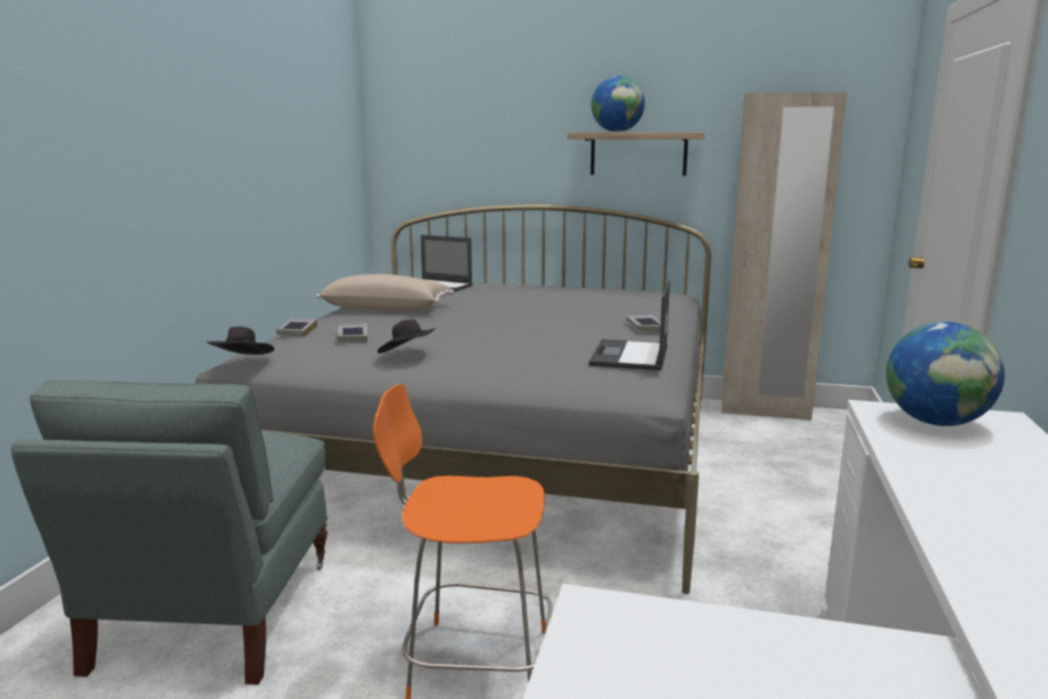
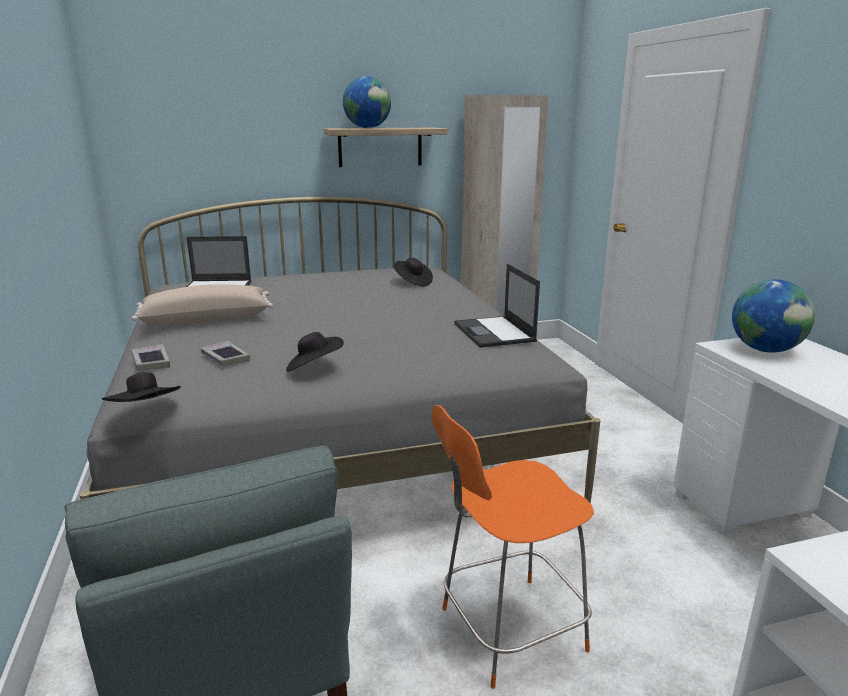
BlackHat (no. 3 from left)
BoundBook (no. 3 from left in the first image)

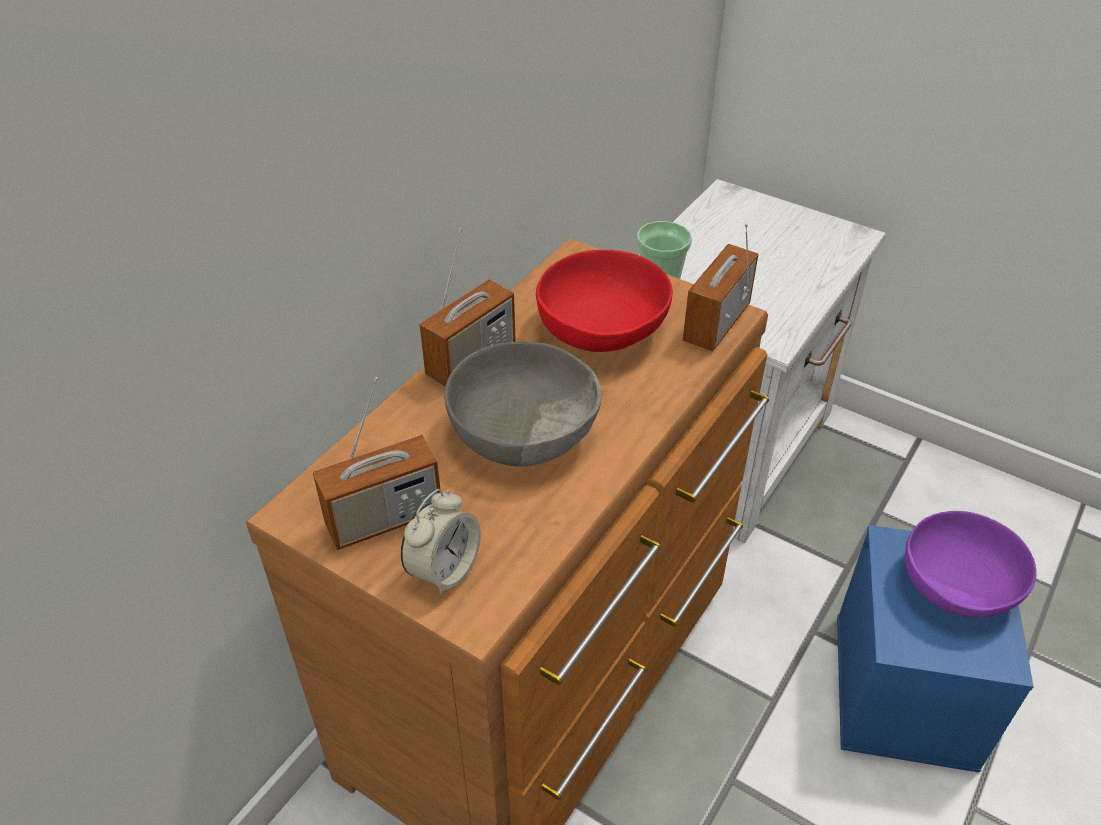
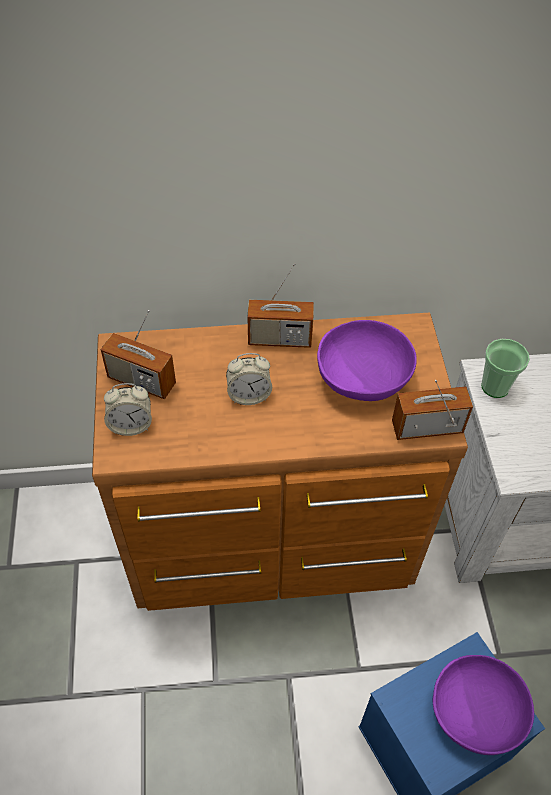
BedsideClock (no. 2 from left)
PurpleColouredBowl (no. 1 from left)

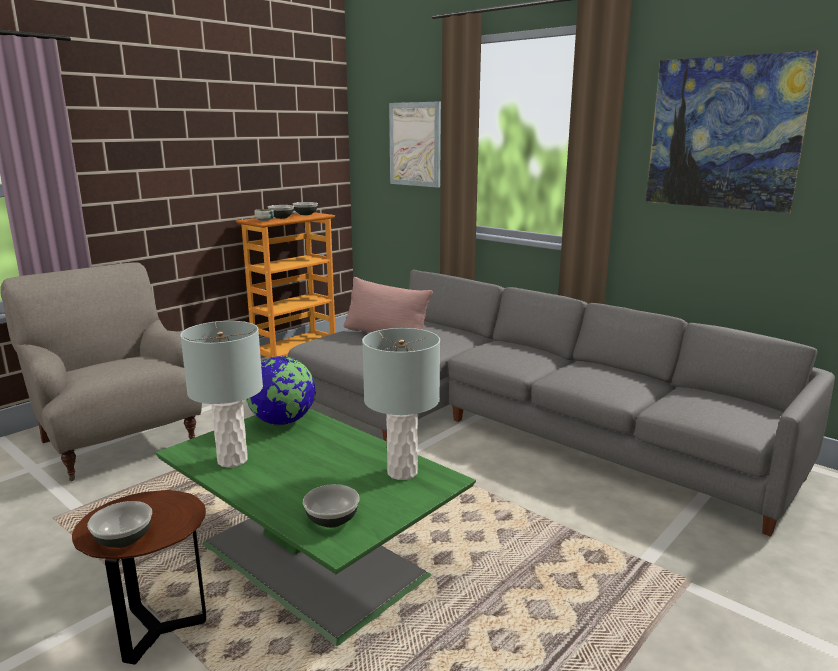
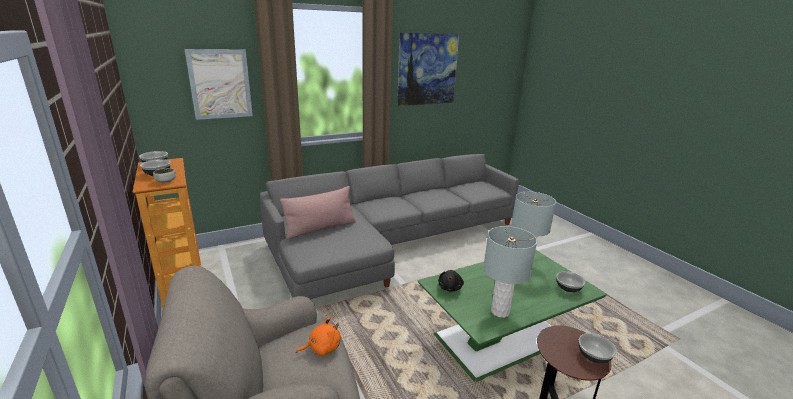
OrangeColouredPlushToy
BlackPlushToy

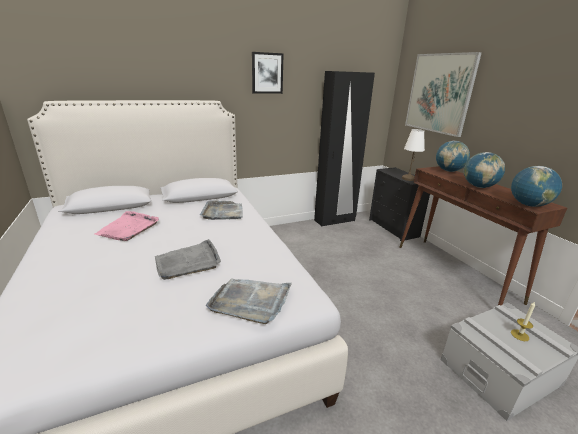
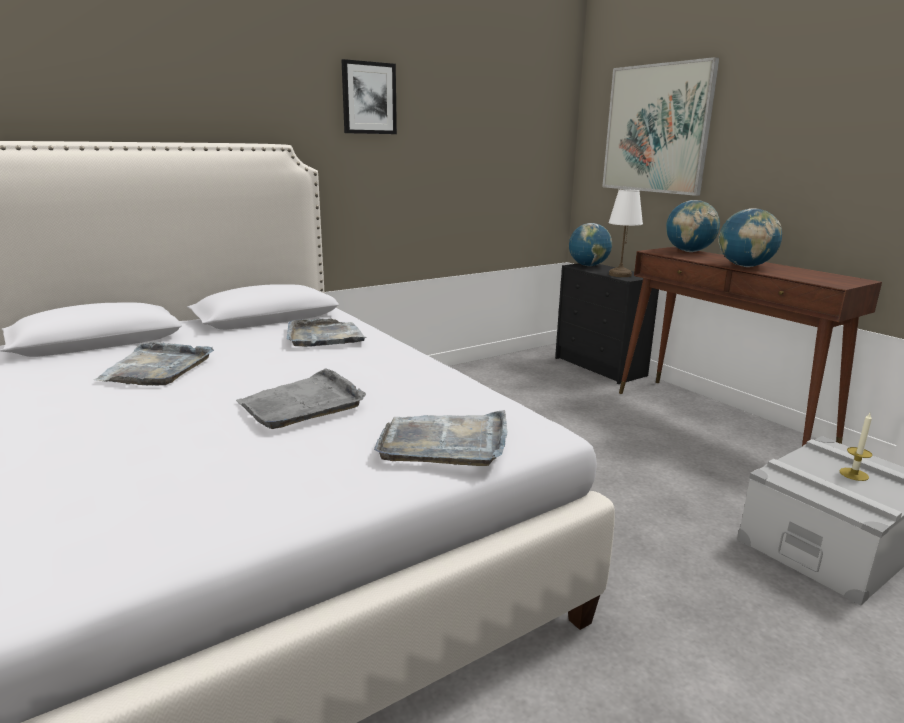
GrayTray (no. 1 from left)
DeskGlobe (no. 1 from left)
BlackWardrobe

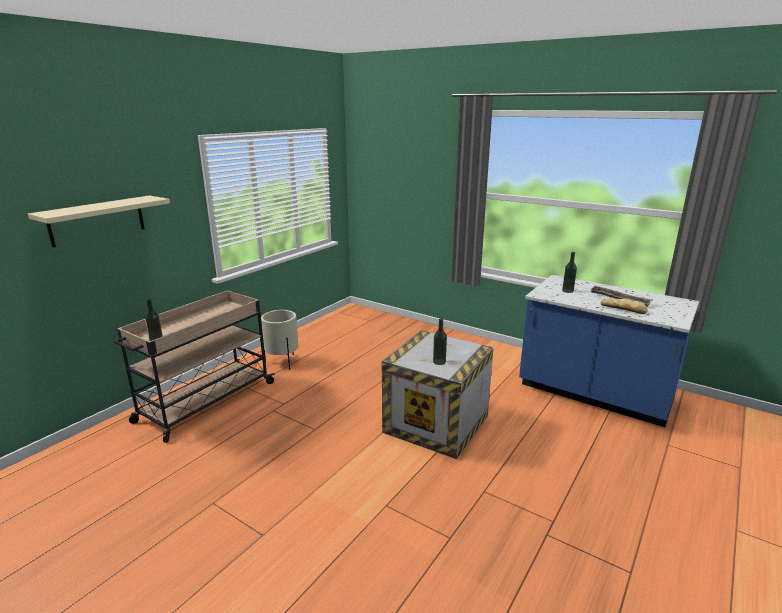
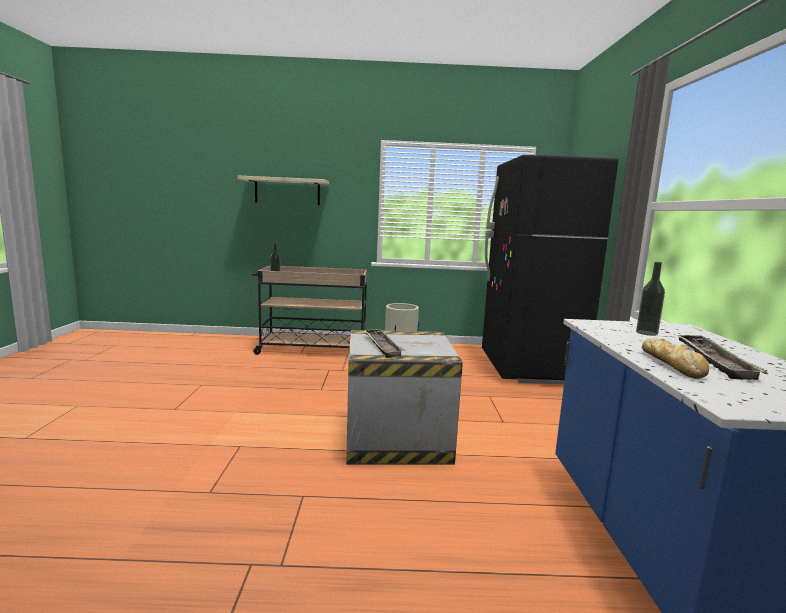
Tray (no. 1 from left)
BlackFridge

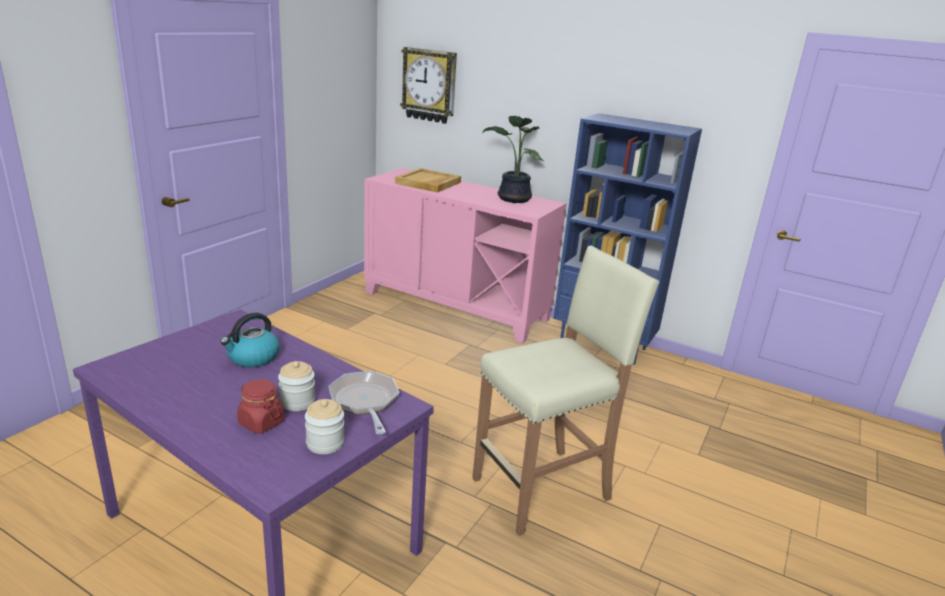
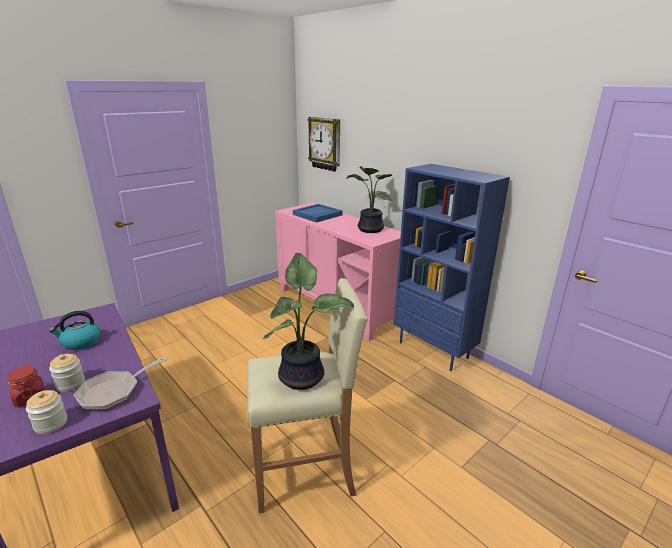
Skillet
PlantInAPot (no. 1 from left)
BlueTray

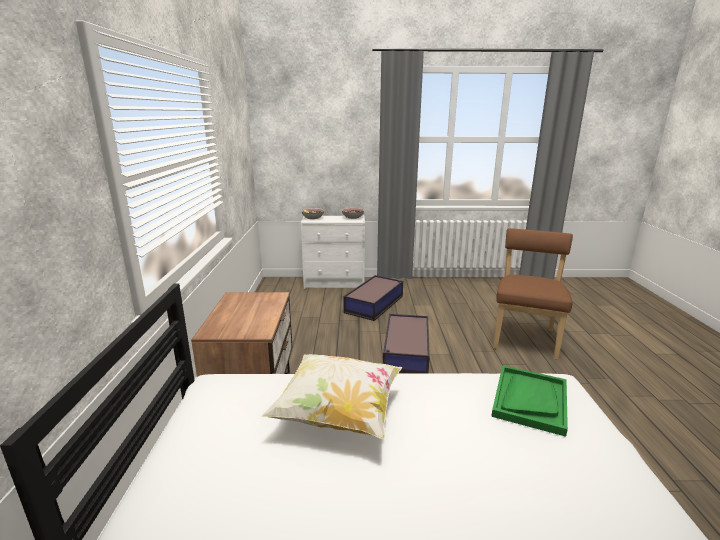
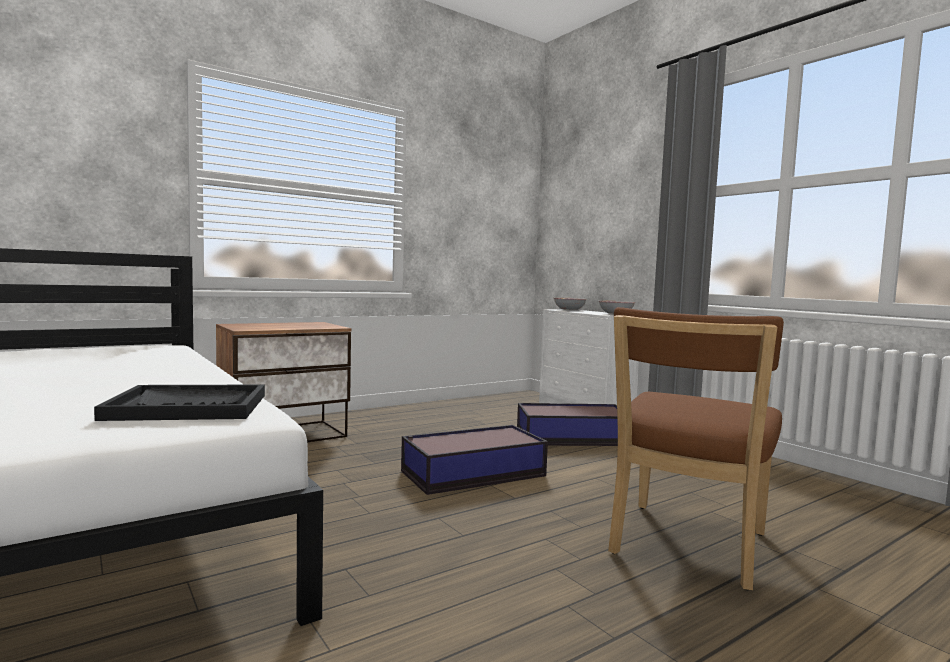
BlackTray
BrownishPlainChair
Cushion

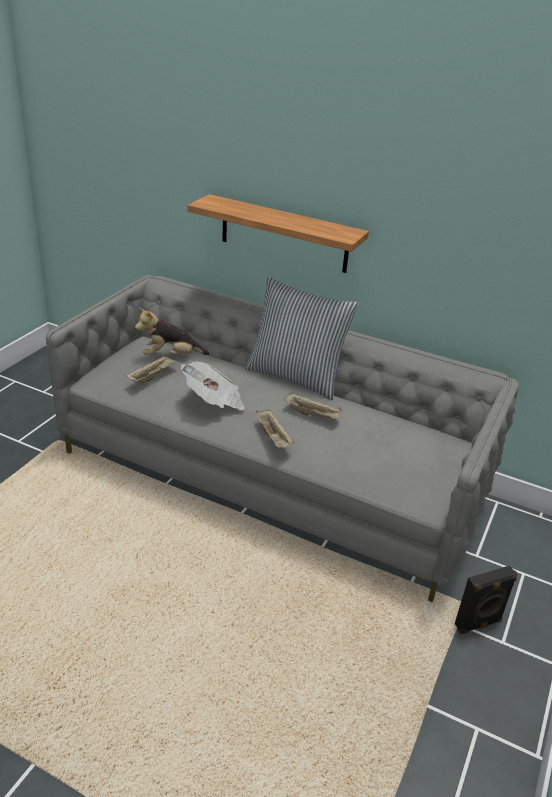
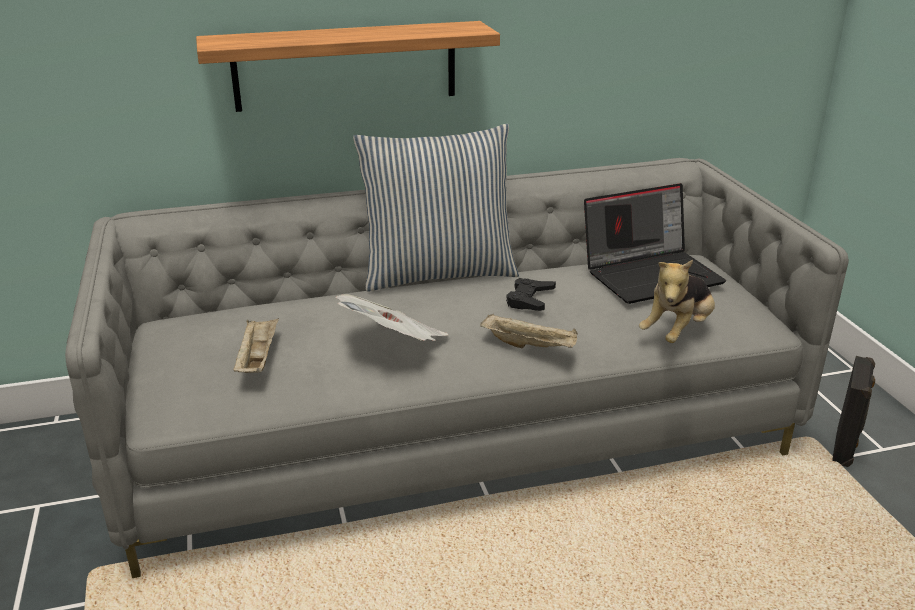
BlackJoypad
NotebookComputer
PlushToy

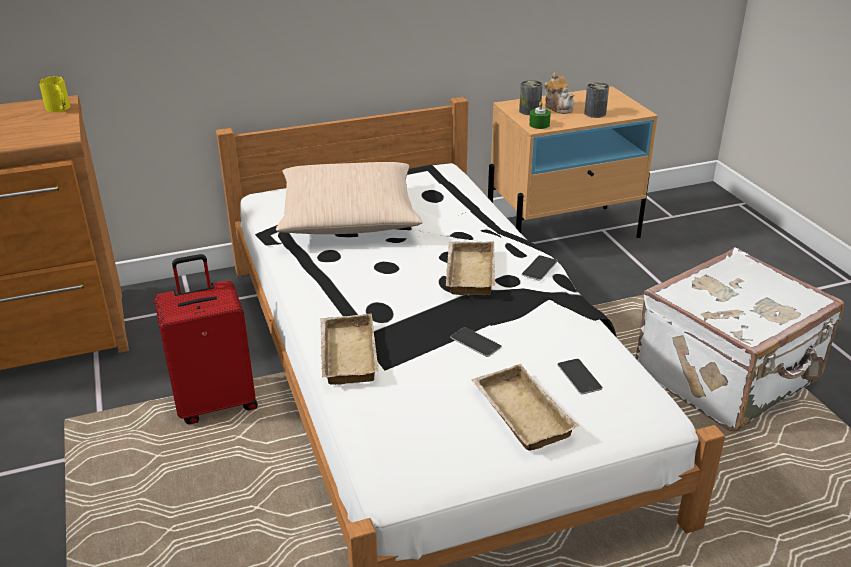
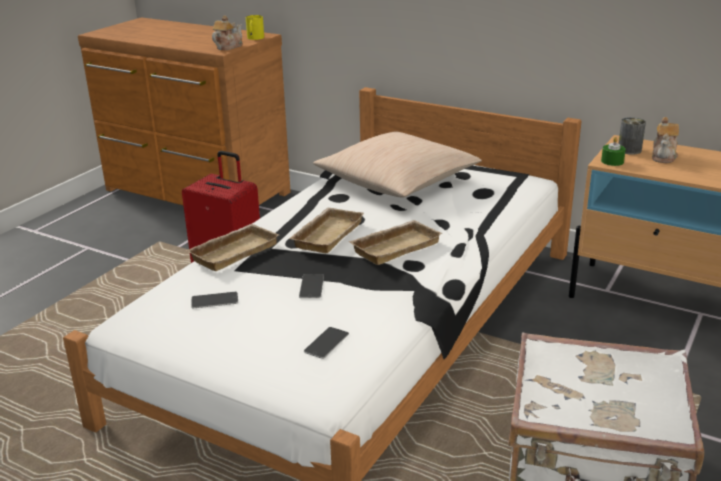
Phone (no. 1 from left)
PotForTea (no. 1 from left)
SandColouredTray (no. 2 from left)
SealedCan (no. 2 from left in the first image)

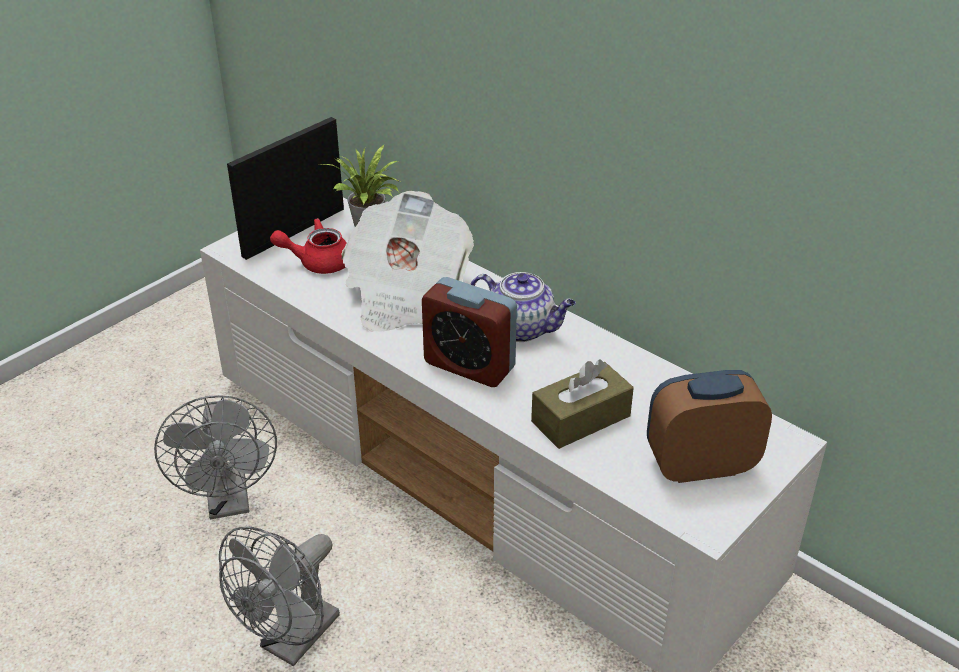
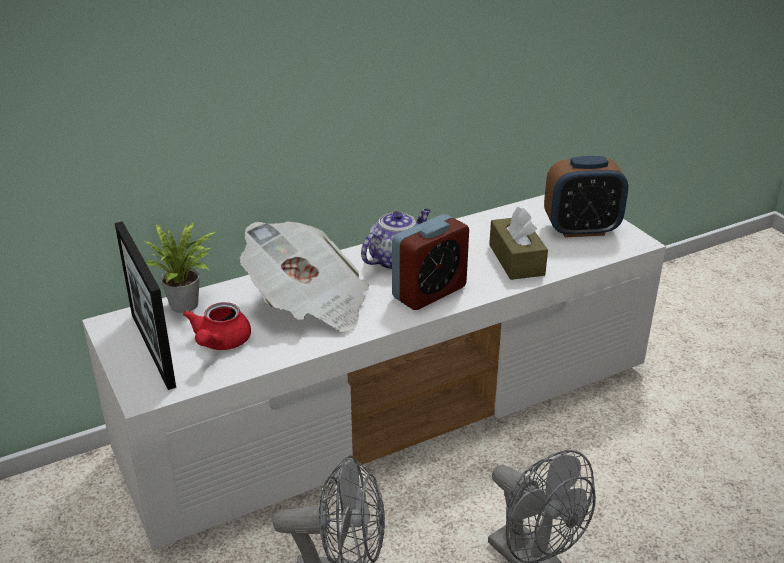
BedsideClock (no. 2 from left)

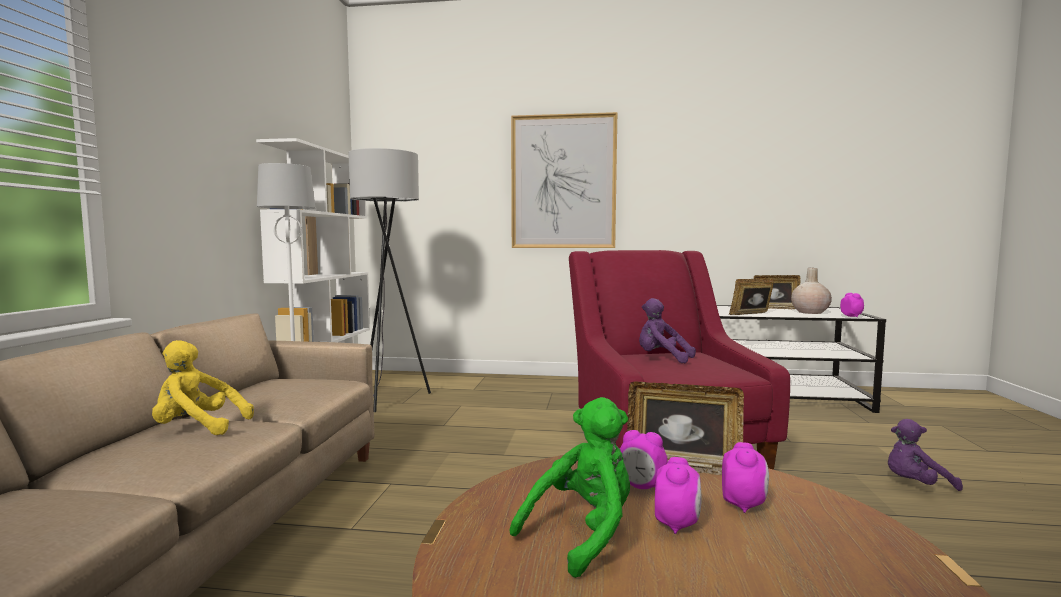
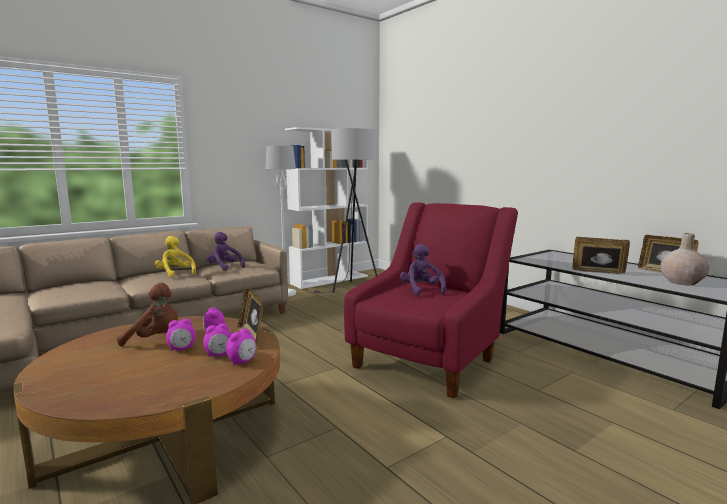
BrownishPlushToy
PurpleColouredPlushToy (no. 1 from left)
BedsideClock (no. 4 from left)
WallPicture

